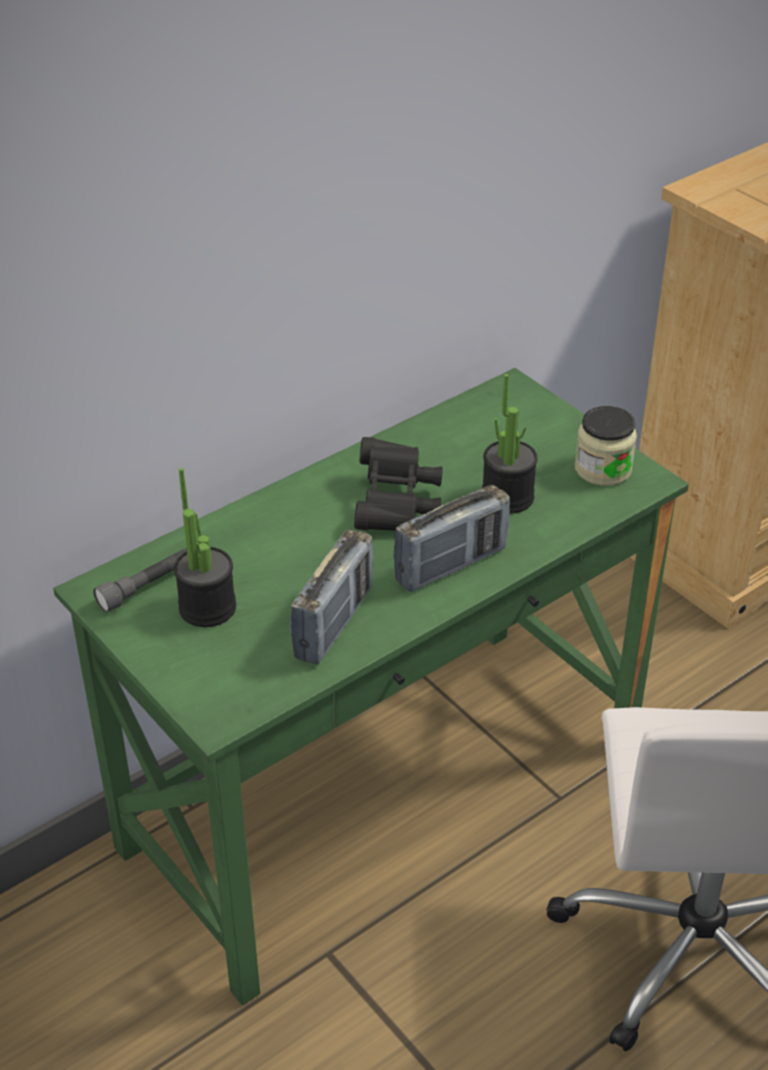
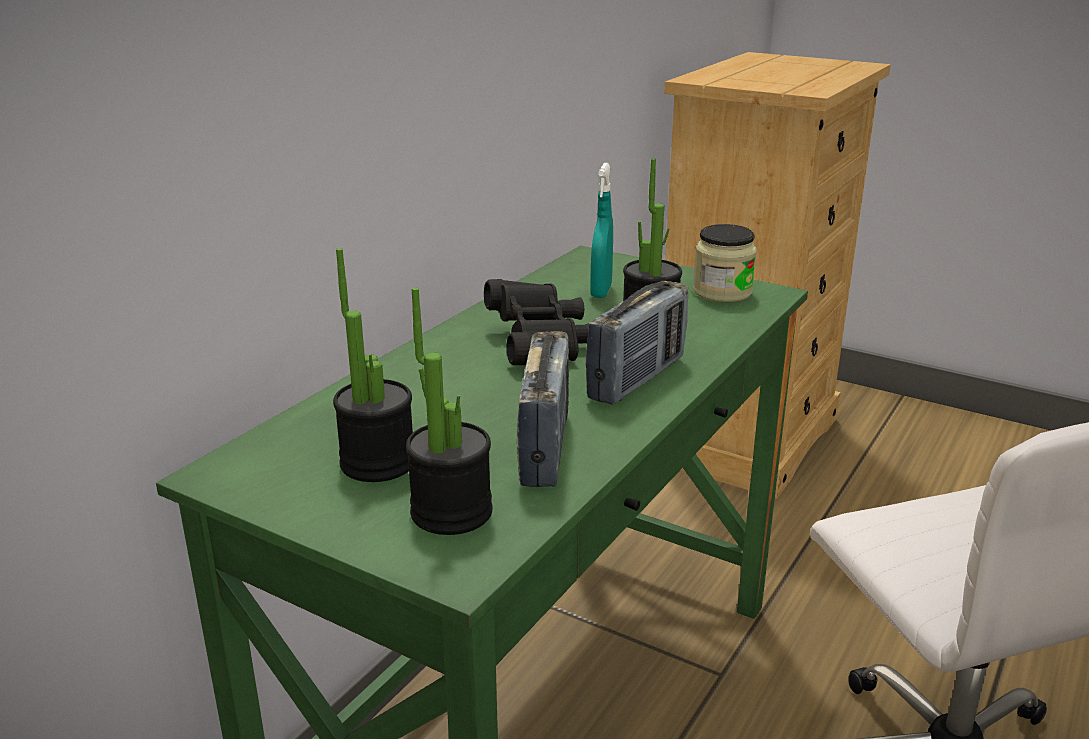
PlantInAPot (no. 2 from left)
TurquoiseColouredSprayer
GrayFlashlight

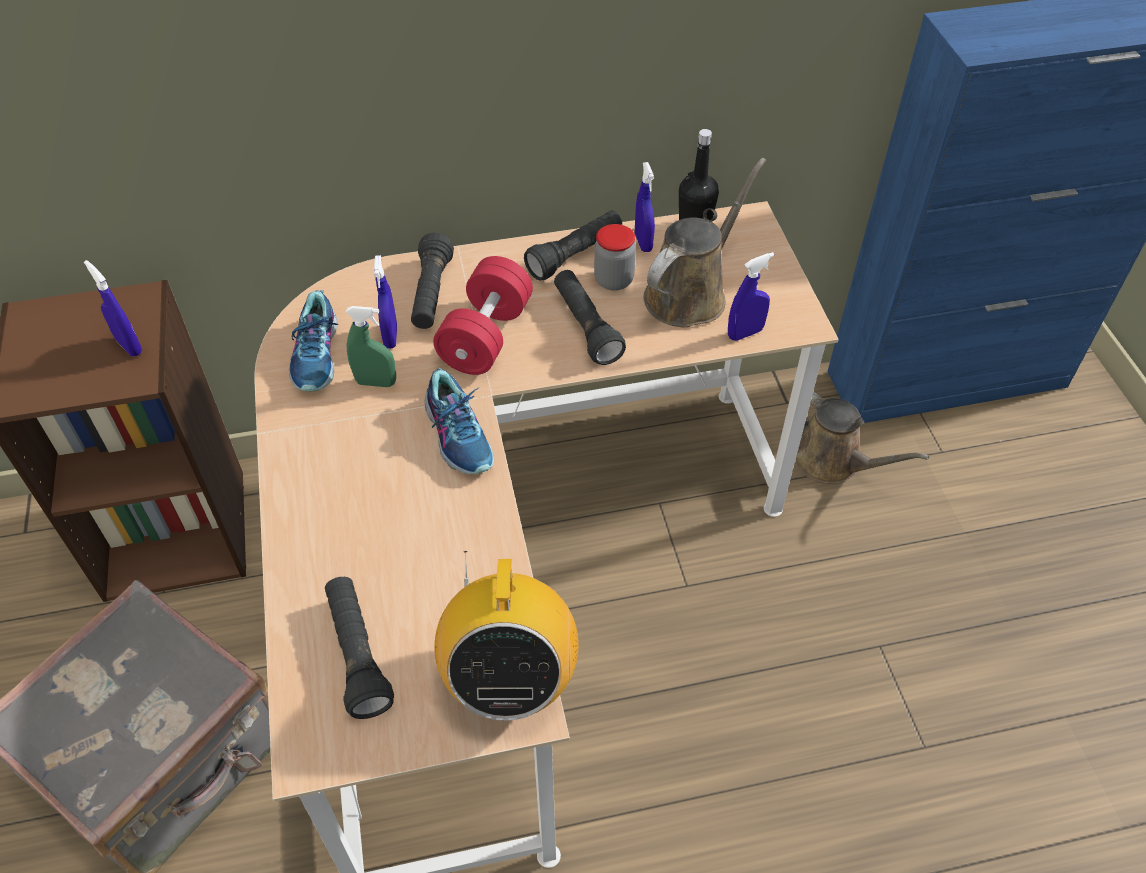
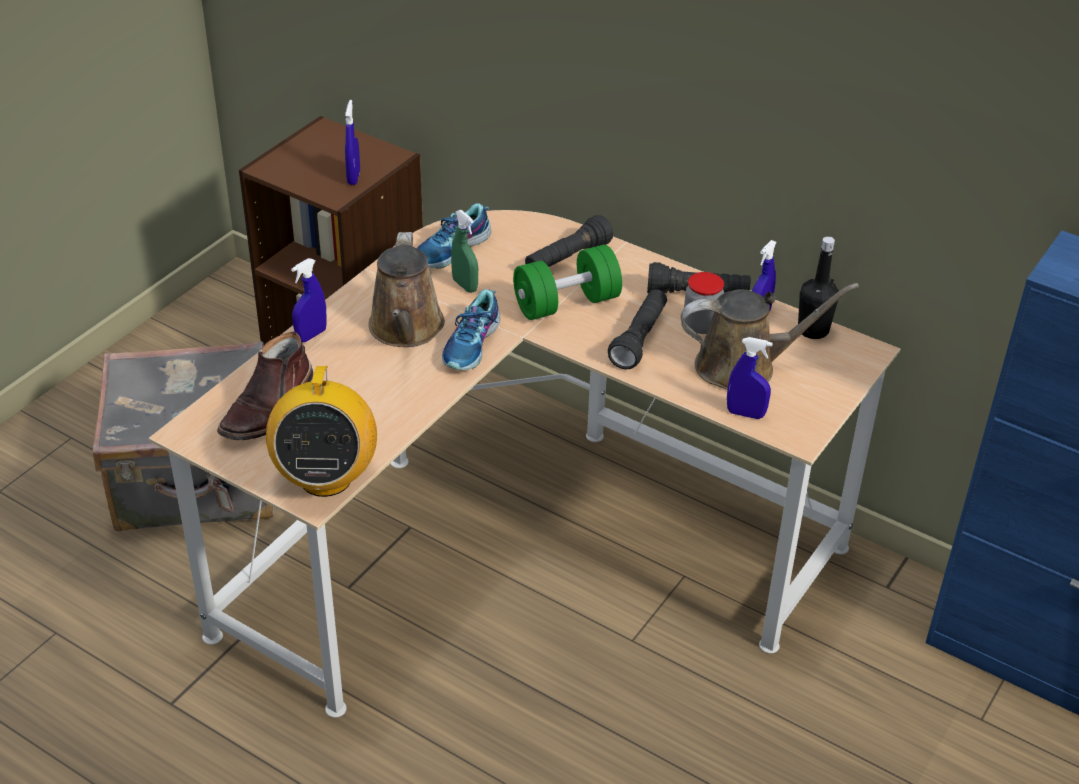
BrownishBoot
Radio
BlueSprayer (no. 1 from left)
BrownishSprinklingCan (no. 1 from left)
GreenishFreeWeight

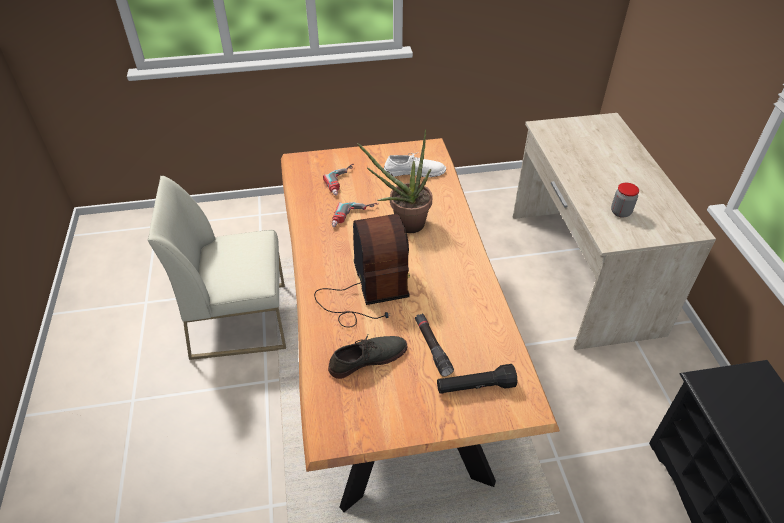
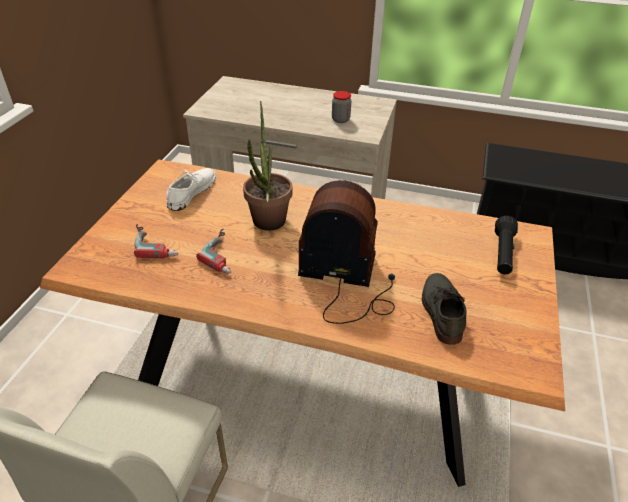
BlackFlashlight (no. 1 from left in the first image)

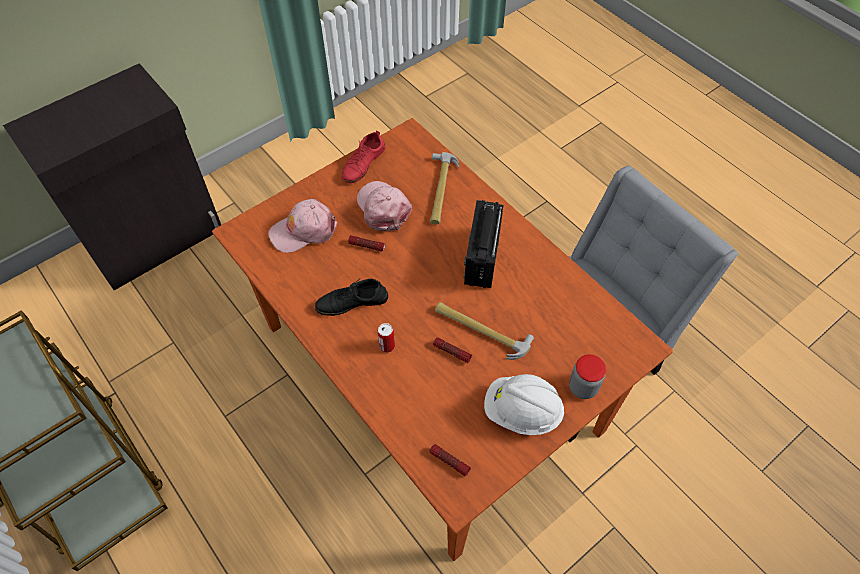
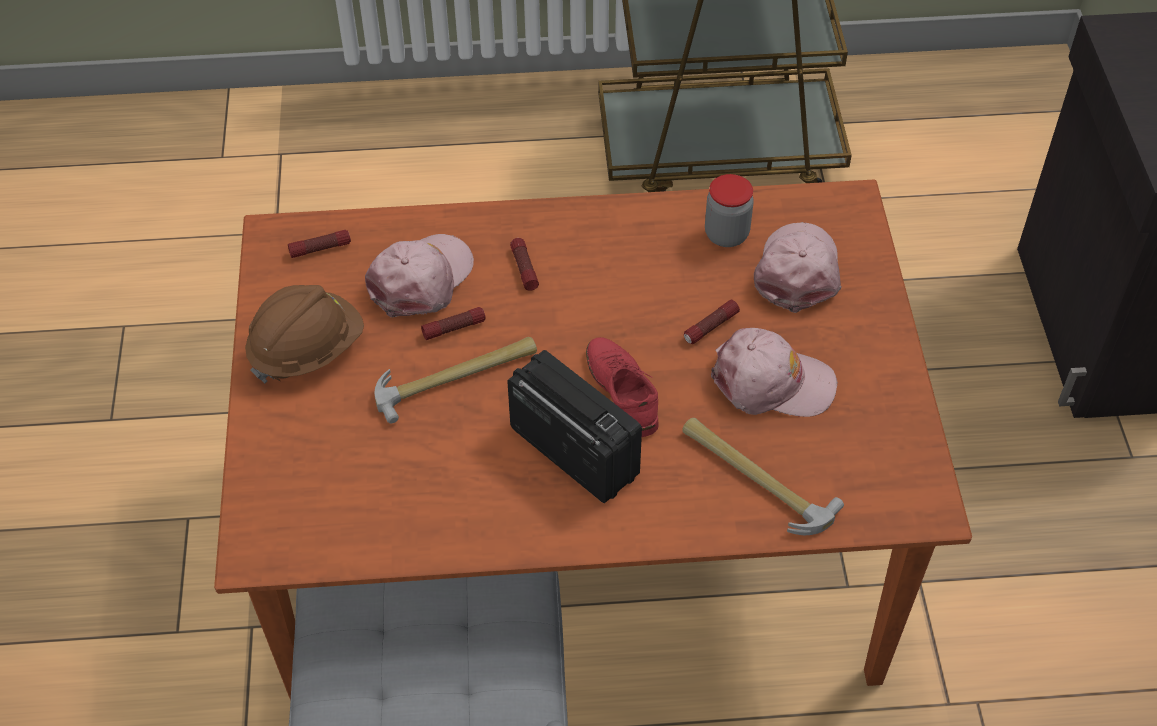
BrownishWorkHelmet
PinkBaseballCap (no. 1 from left)
Flashlight (no. 3 from left)
RedItemOfFootwear
Jar
BlackItemOfFootwear

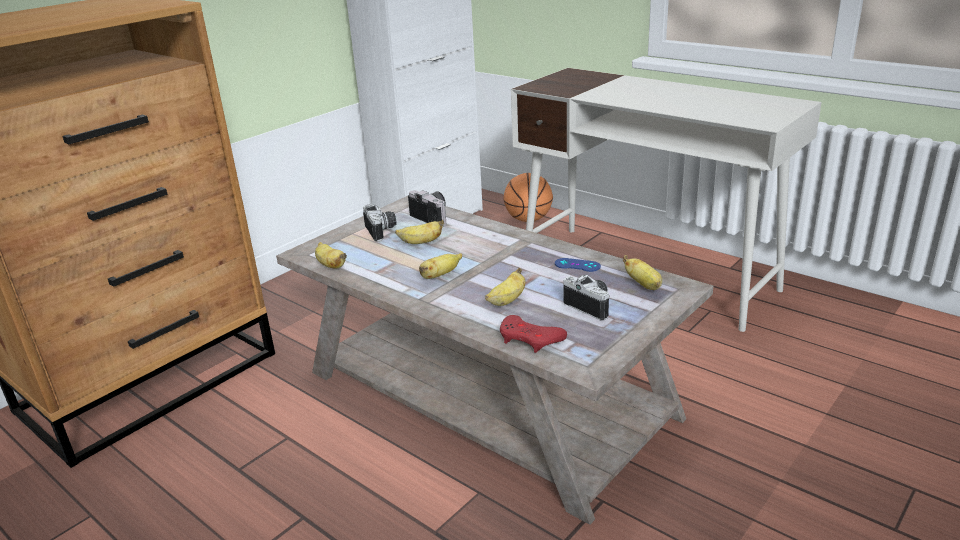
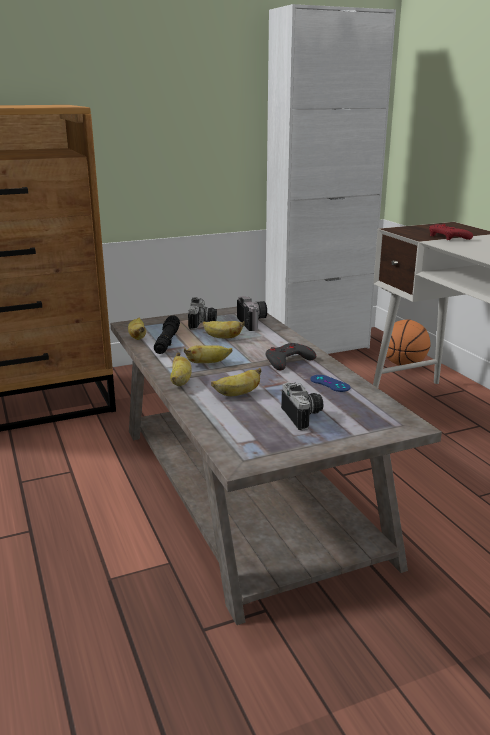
BlackFlashlight
BananaFruit (no. 2 from left)
GrayJoypad
RedJoypad

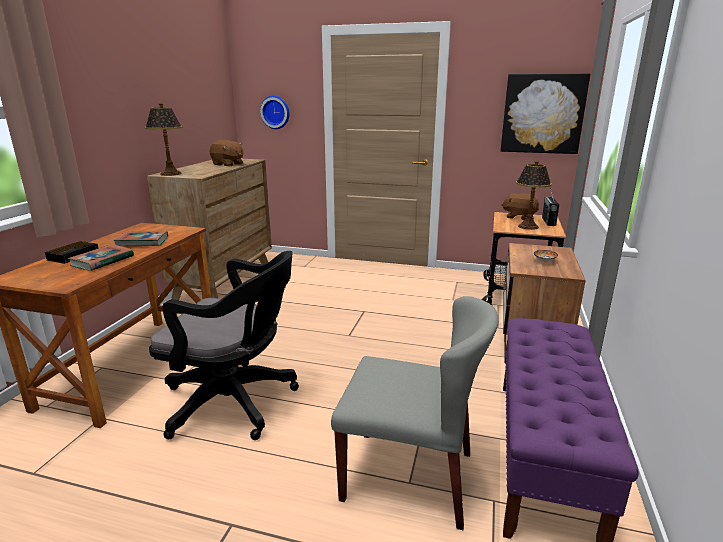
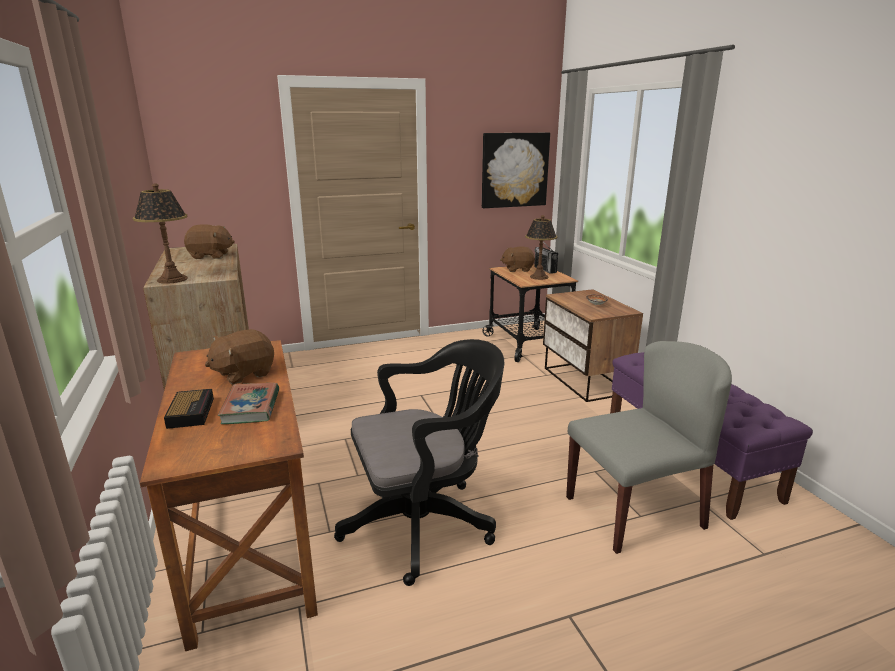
BrownishPlushToy (no. 2 from left)
ClockOnTheWall

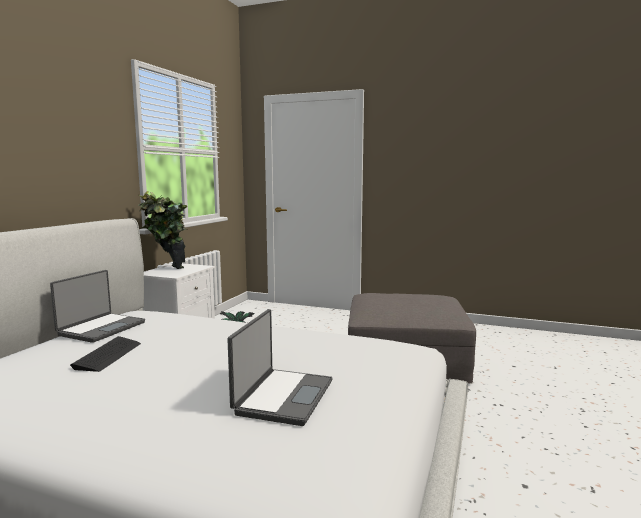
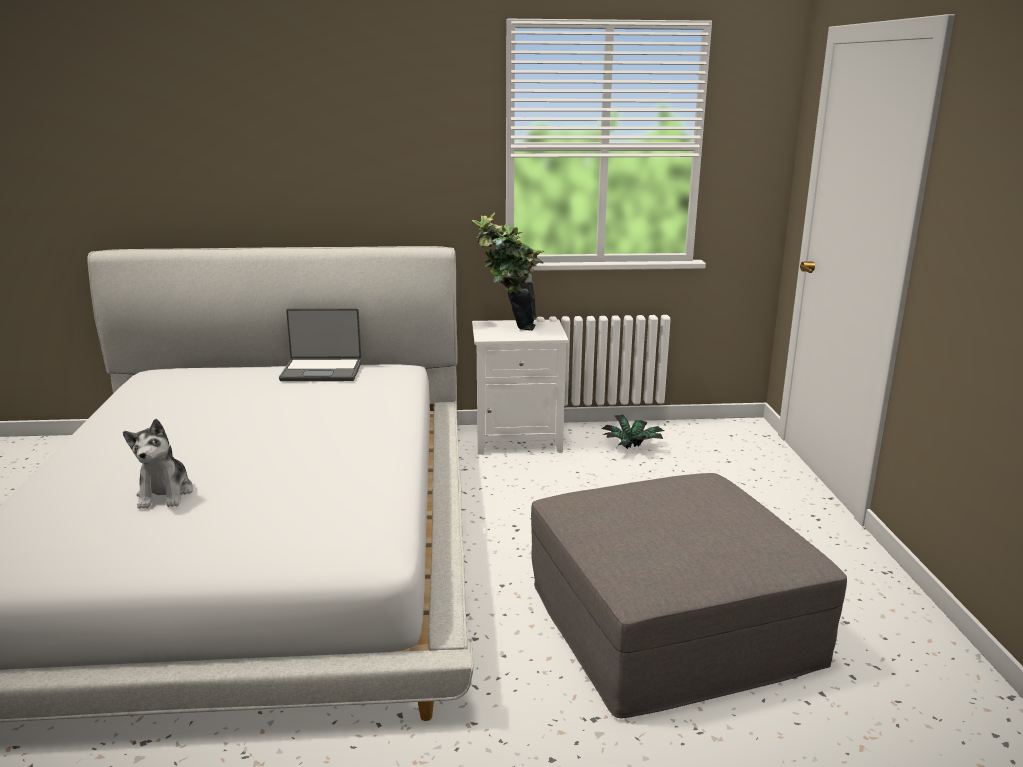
PlushToy
ComputerKeyboard

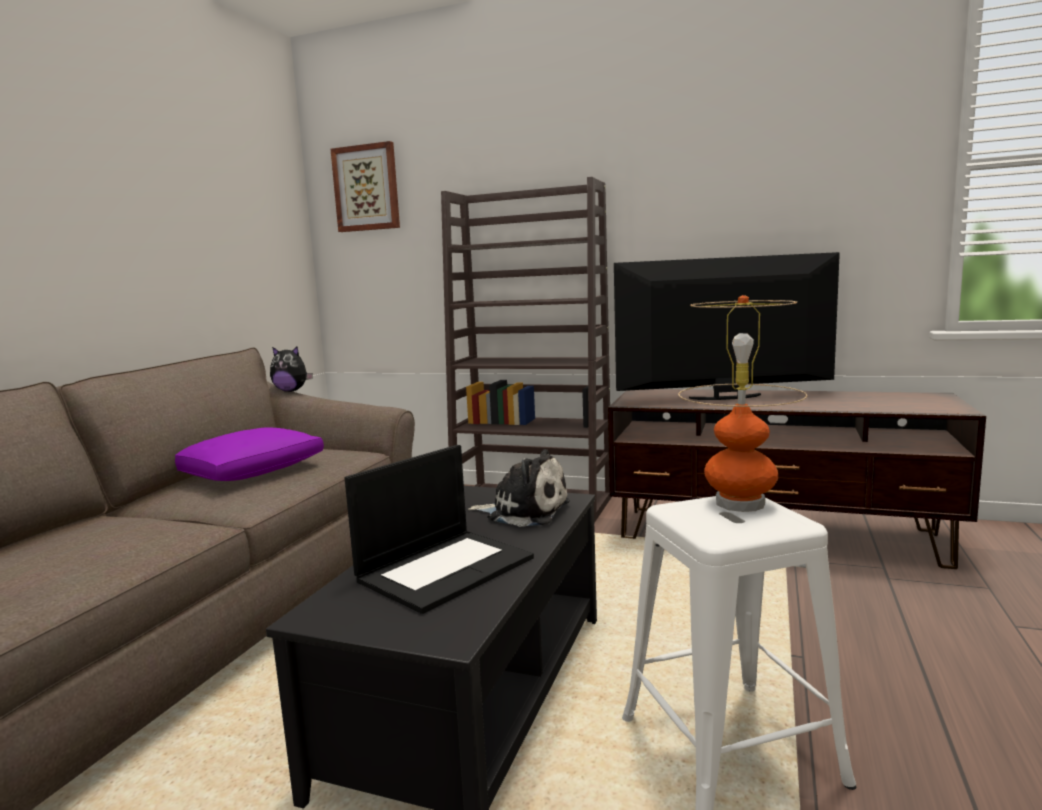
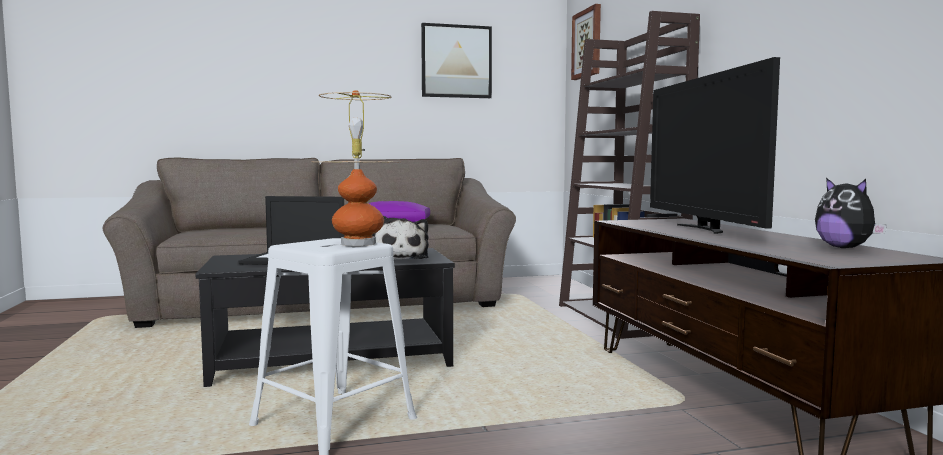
WallPicture (no. 1 from left)
TvSet
PlushToy (no. 2 from left)

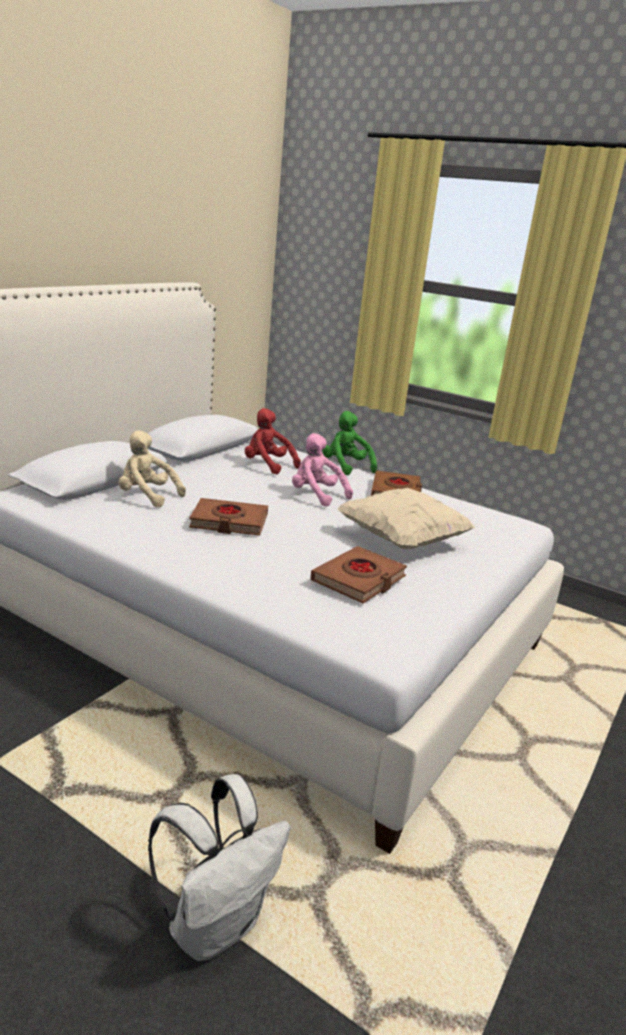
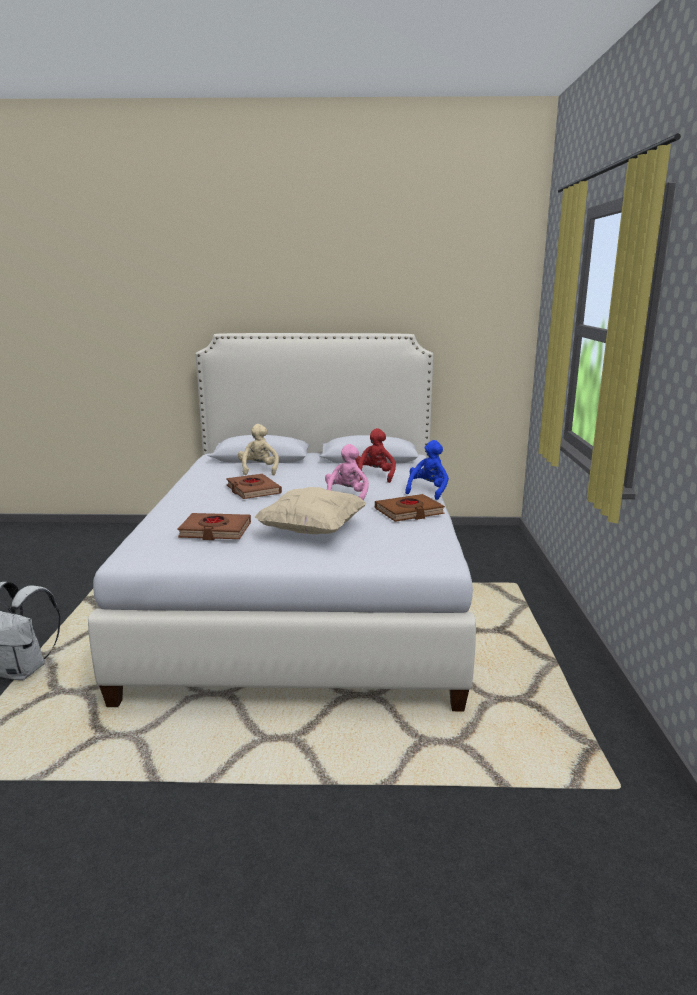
BluePlushToy

